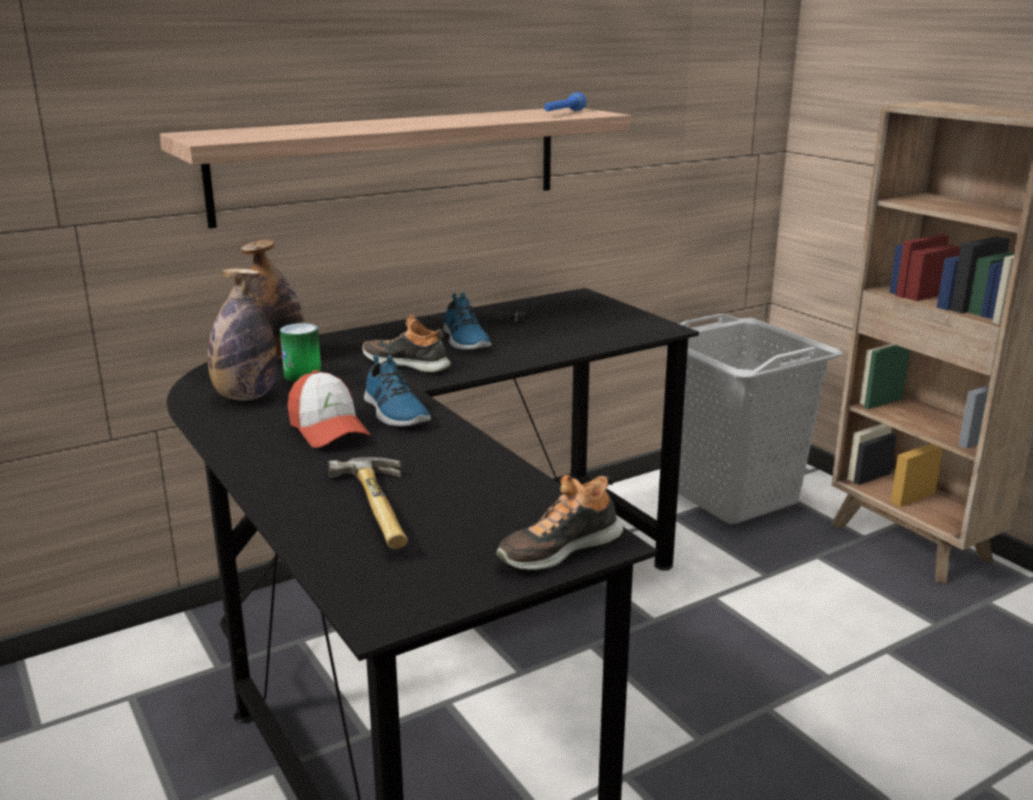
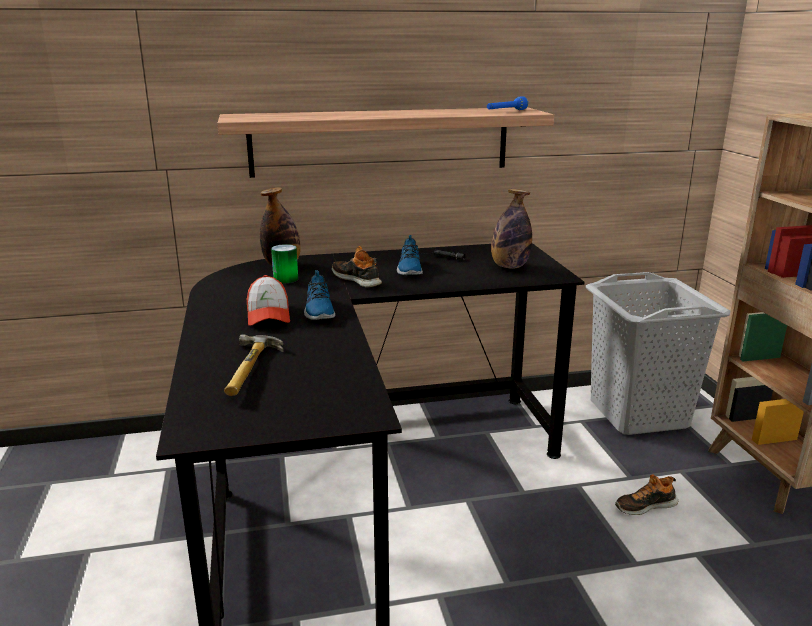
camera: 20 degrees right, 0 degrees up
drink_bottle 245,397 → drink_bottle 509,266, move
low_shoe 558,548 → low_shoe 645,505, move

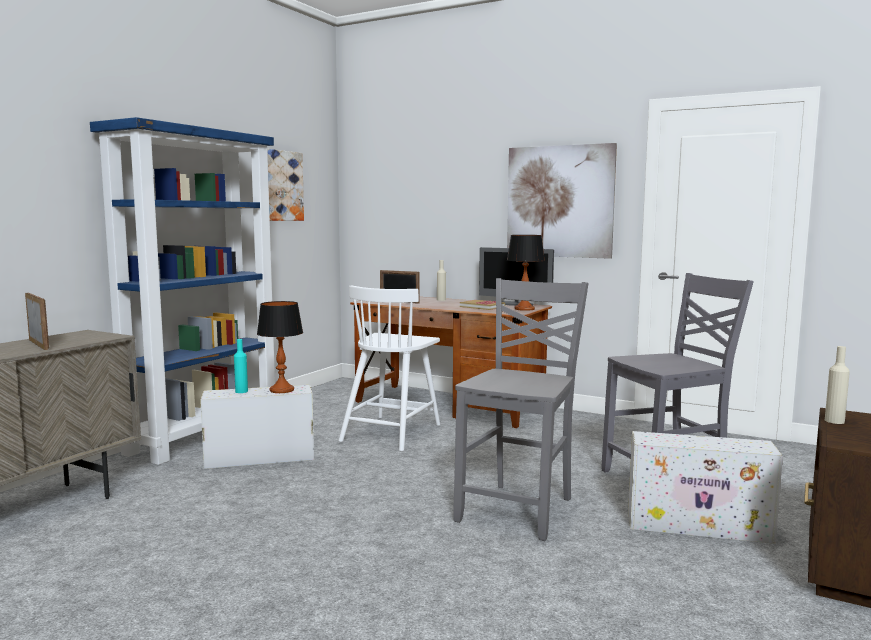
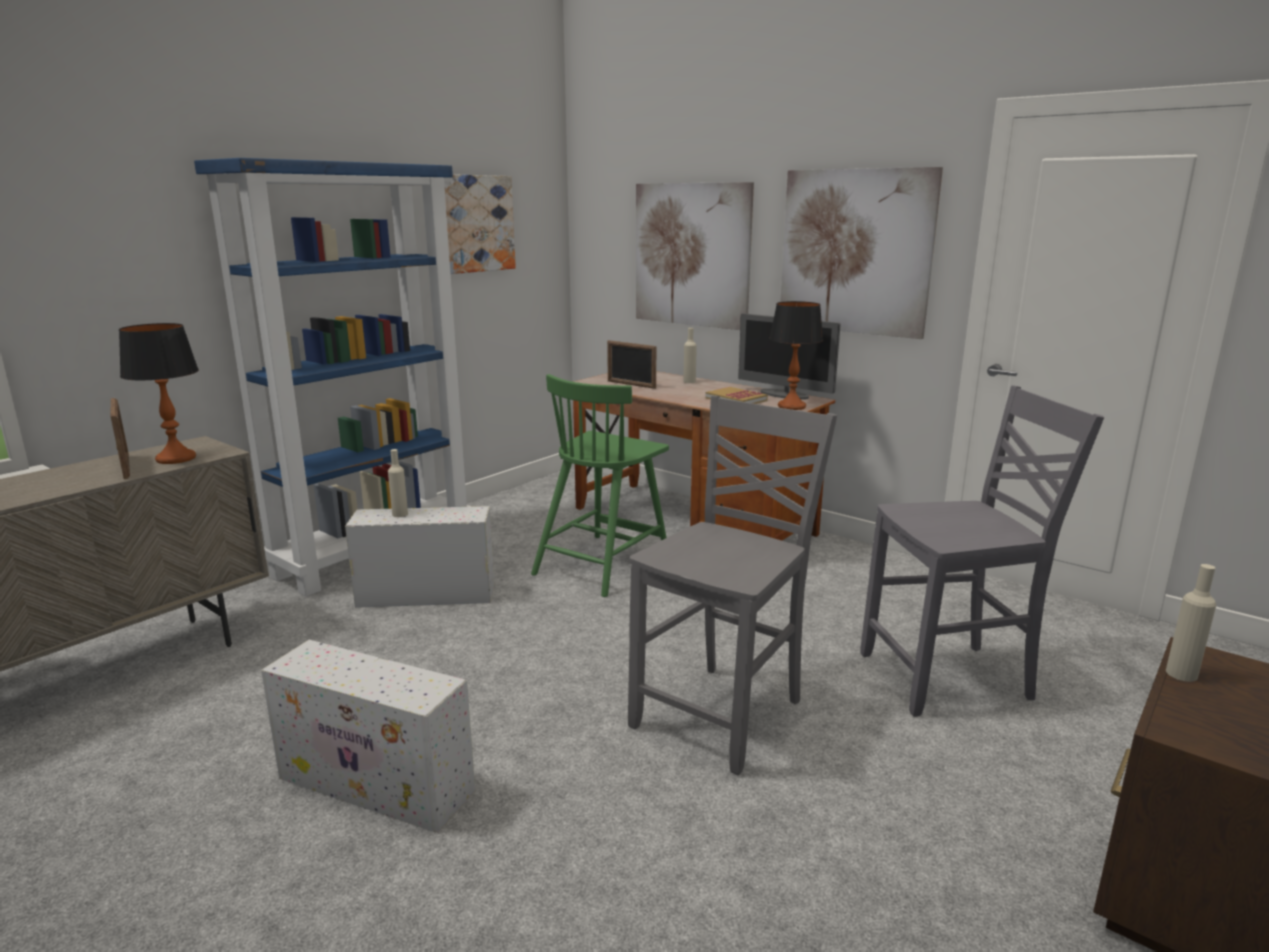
camera: 10 degrees right, 10 degrees up
turquoise-coloured_drink_bottle 241,391 → beige-coloured_drink_bottle 400,514
tabletop_lamp 281,390 → tabletop_lamp 175,458, move
white-coloured_upright_chair 391,432 → green-coloured_upright_chair 603,563
white-coloured_storage_bin 700,526 → white-coloured_storage_bin 378,785, move
- → wall_art 691,255

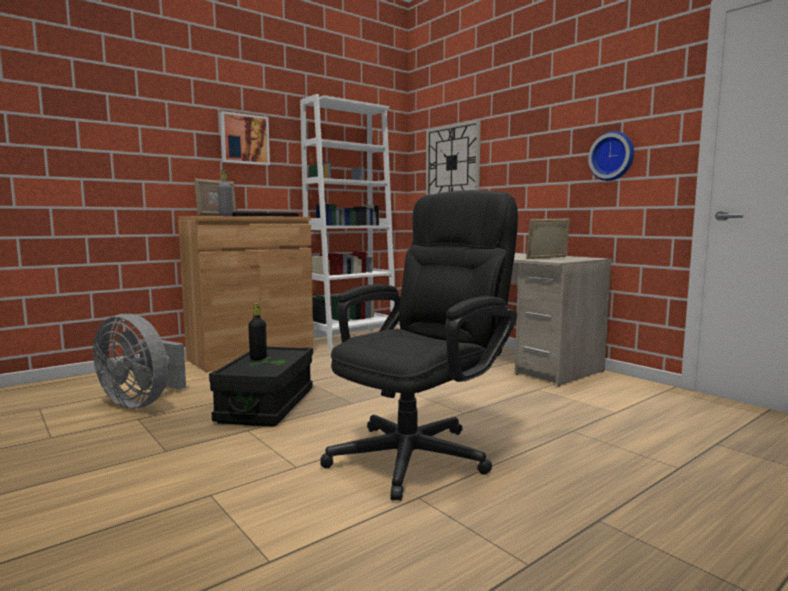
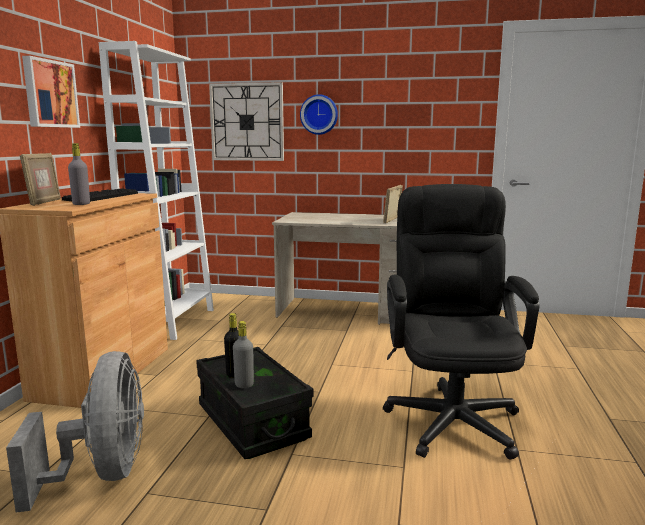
camera: 40 degrees left, 5 degrees up
grey_cooling_fan 141,402 → grey_cooling_fan 103,474, 90 degrees counterclockwise
wall_clock 612,156 → wall_clock 319,114, move
- → grey_drink_bottle 244,384

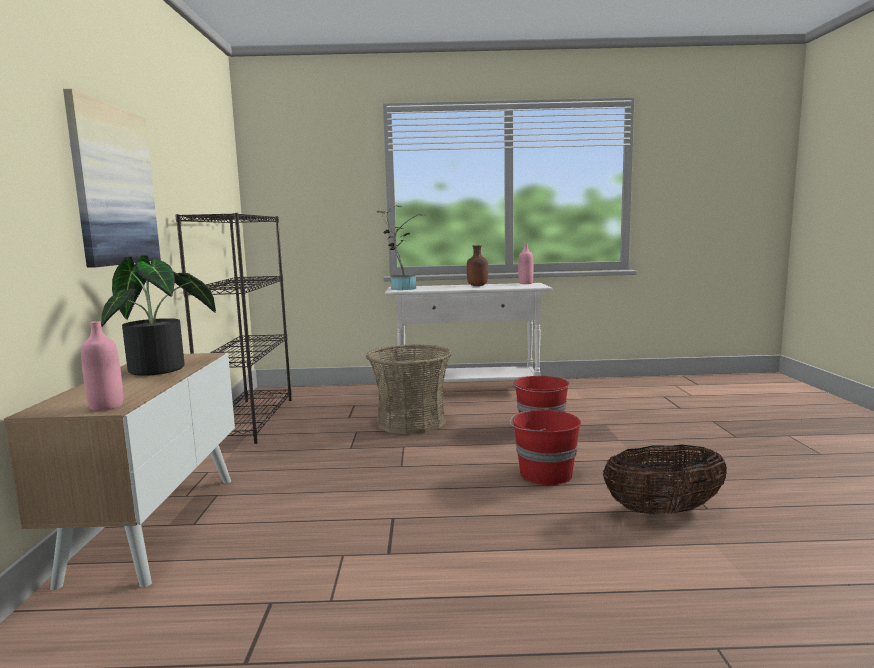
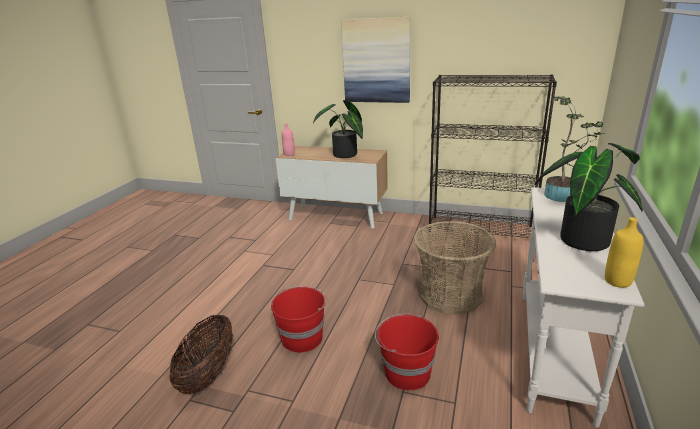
camera: 110 degrees right, 15 degrees up
brown_drink_bottle 477,286 → plant_in_a_pot 581,238
pink-coloured_drink_bottle 525,283 → yellowish_drink_bottle 617,281

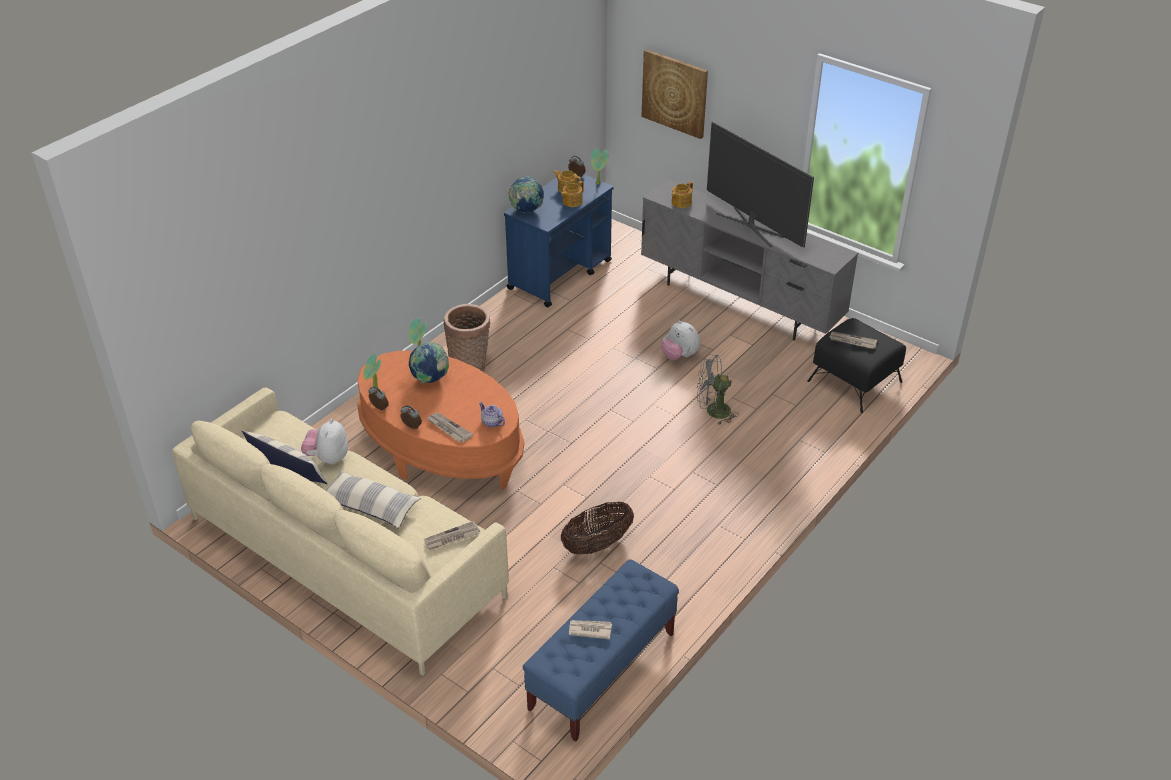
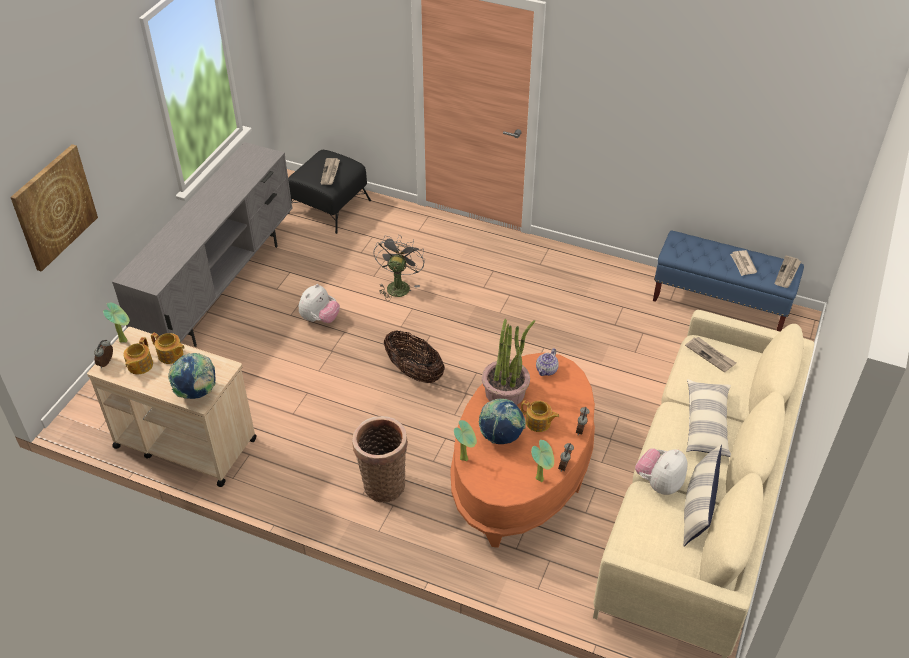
camera: 105 degrees left, 5 degrees up
cuddly_toy 328,458 → cuddly_toy 659,483, 135 degrees clockwise
printed_paper 448,428 → printed_paper 787,273, move
bluish_trolley 560,274 → beige-coloured_trolley 184,443
household_basket 597,544 → household_basket 414,372, move
pot_for_tea 681,202 → pot_for_tea 538,422, move
grey_cooling_fan 713,412 → grey_cooling_fan 398,285, 150 degrees counterclockwise
TV_set 752,226 → -
- → plant_in_a_pot 505,392

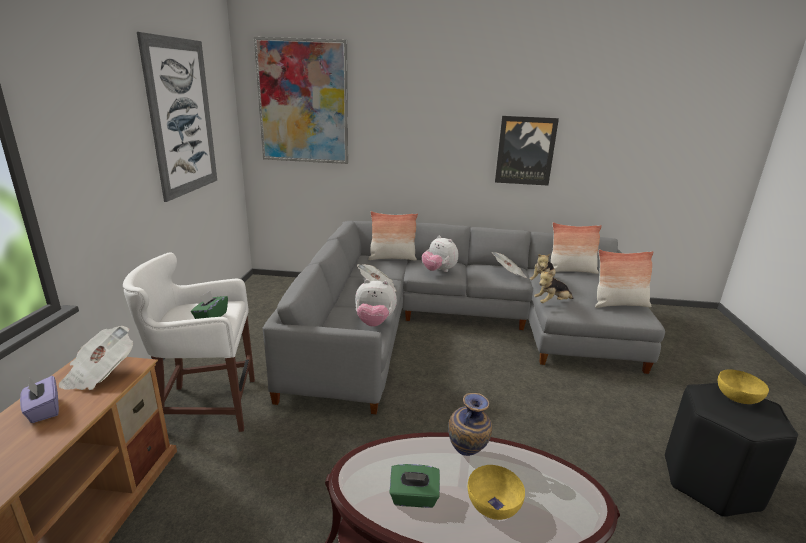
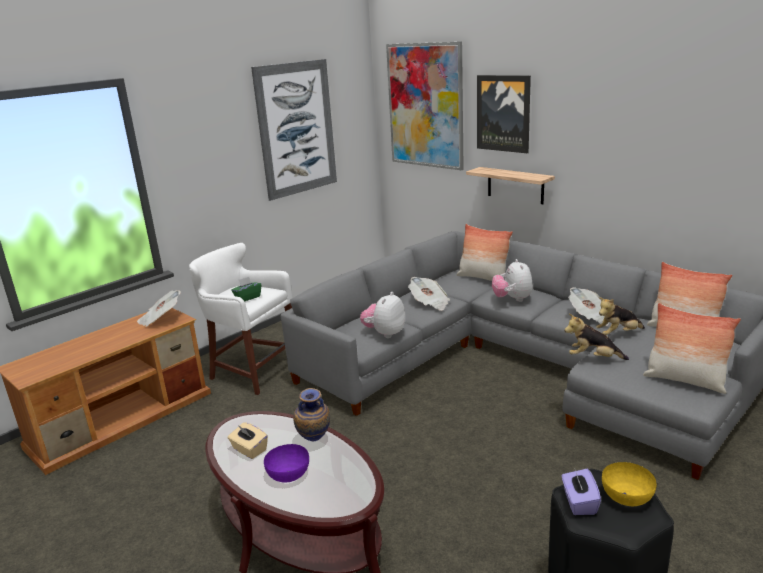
camera: 40 degrees right, 0 degrees up
purplish_box_of_tissues 43,410 → purplish_box_of_tissues 579,502, move
cuddly_toy 374,323 → cuddly_toy 384,333, 75 degrees clockwise
green-coloured_box_of_tissues 413,498 → beige-coloured_box_of_tissues 249,450
yellowish_deep_dish 492,504 → purplish_deep_dish 288,474
wall_art 525,151 → wall_art 503,113, move
- → wall_shelf 515,185

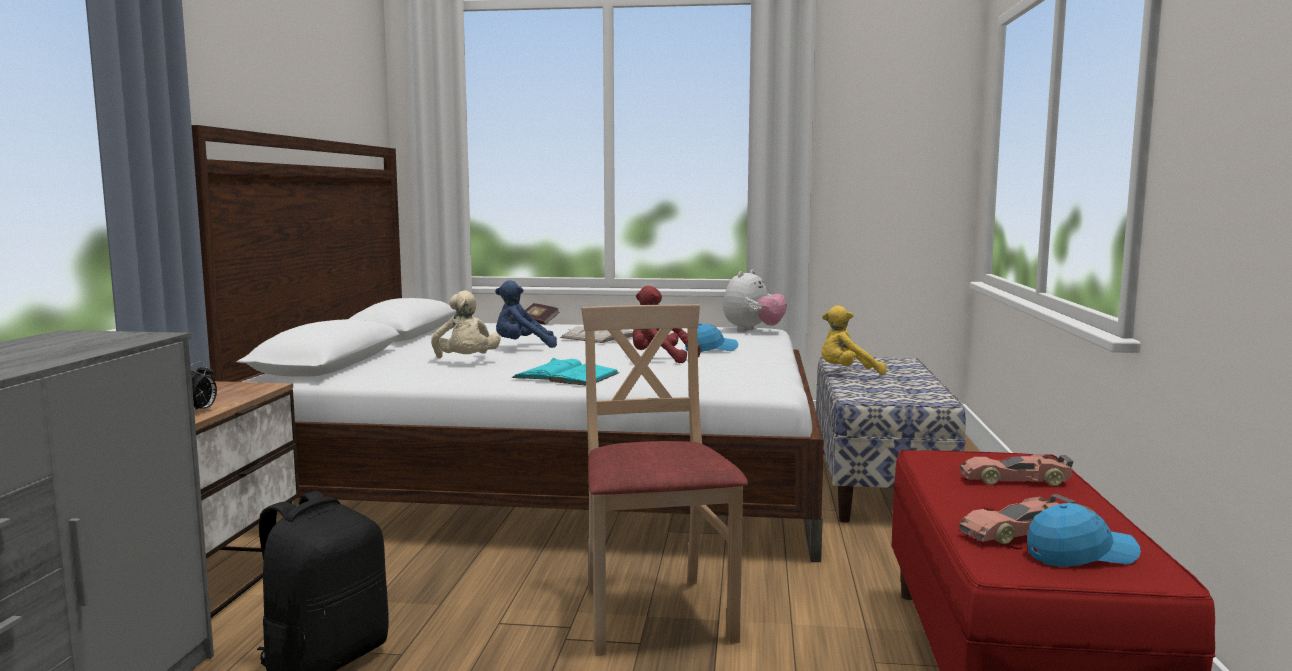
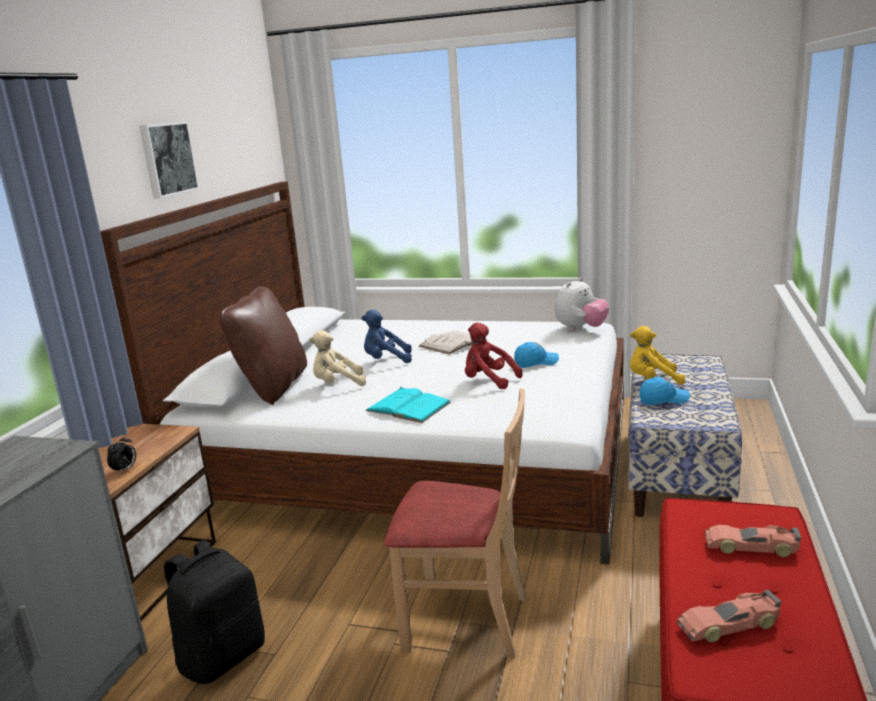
camera: 10 degrees right, 10 degrees up
beige-coloured_cuddly_toy 466,362 → beige-coloured_cuddly_toy 337,384, 90 degrees clockwise
volume 539,322 → -
beige-coloured_upright_chair 655,615 → beige-coloured_upright_chair 466,620, 105 degrees clockwise
bluish_peaked_cap 1080,555 → bluish_peaked_cap 663,399, move
- → wall_art 167,159
- → brown_pillow 273,387

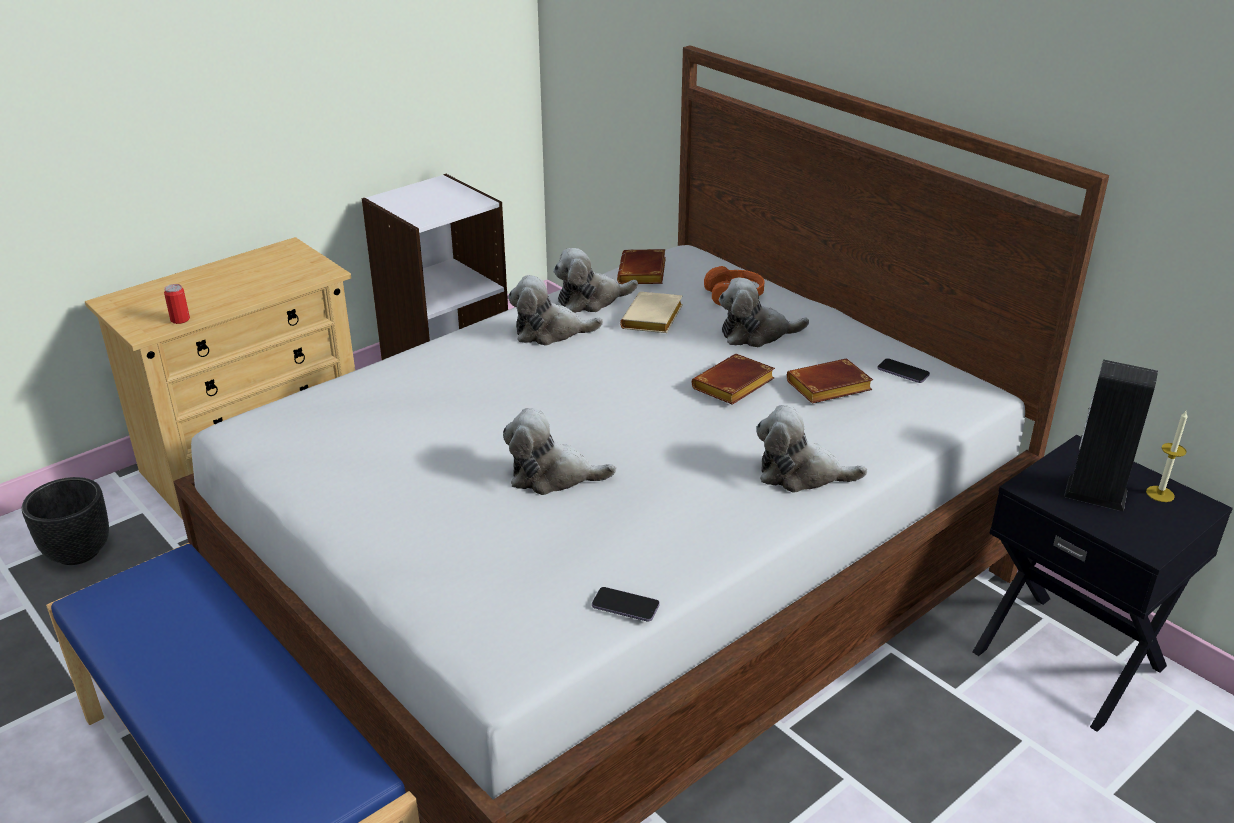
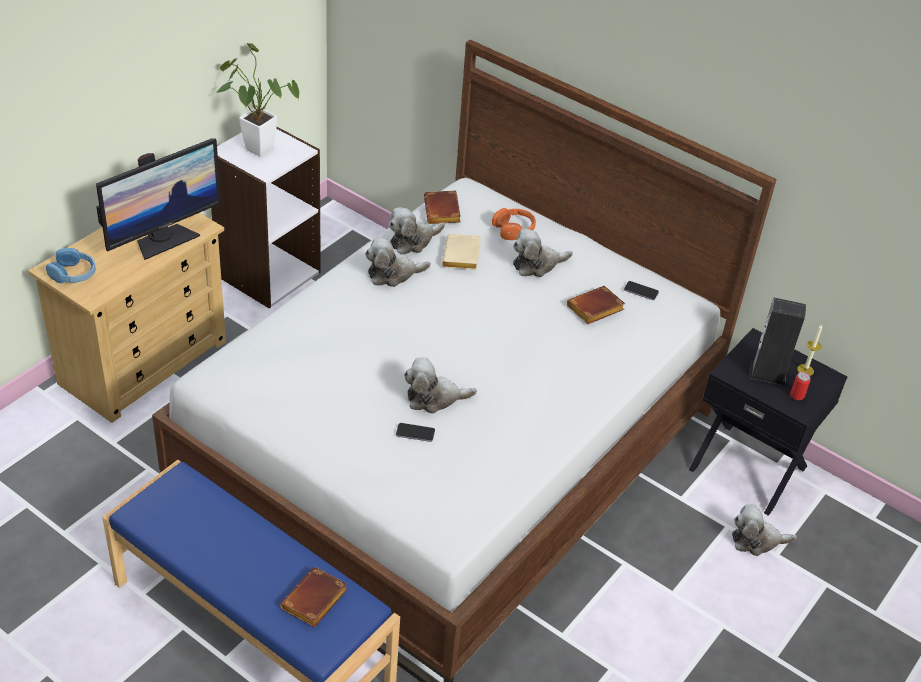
camera: 15 degrees left, 10 degrees up
black-coloured_flower_pot 78,553 → -
can 180,319 → can 797,395, move
phone 625,606 → phone 415,433, move
brown_volume 733,387 → brown_volume 314,602, move
cuddly_toy 801,474 → cuddly_toy 756,540, move
- → bluish_headphones 73,274
- → computer_display 163,239
- → plant_in_a_pot 255,147

